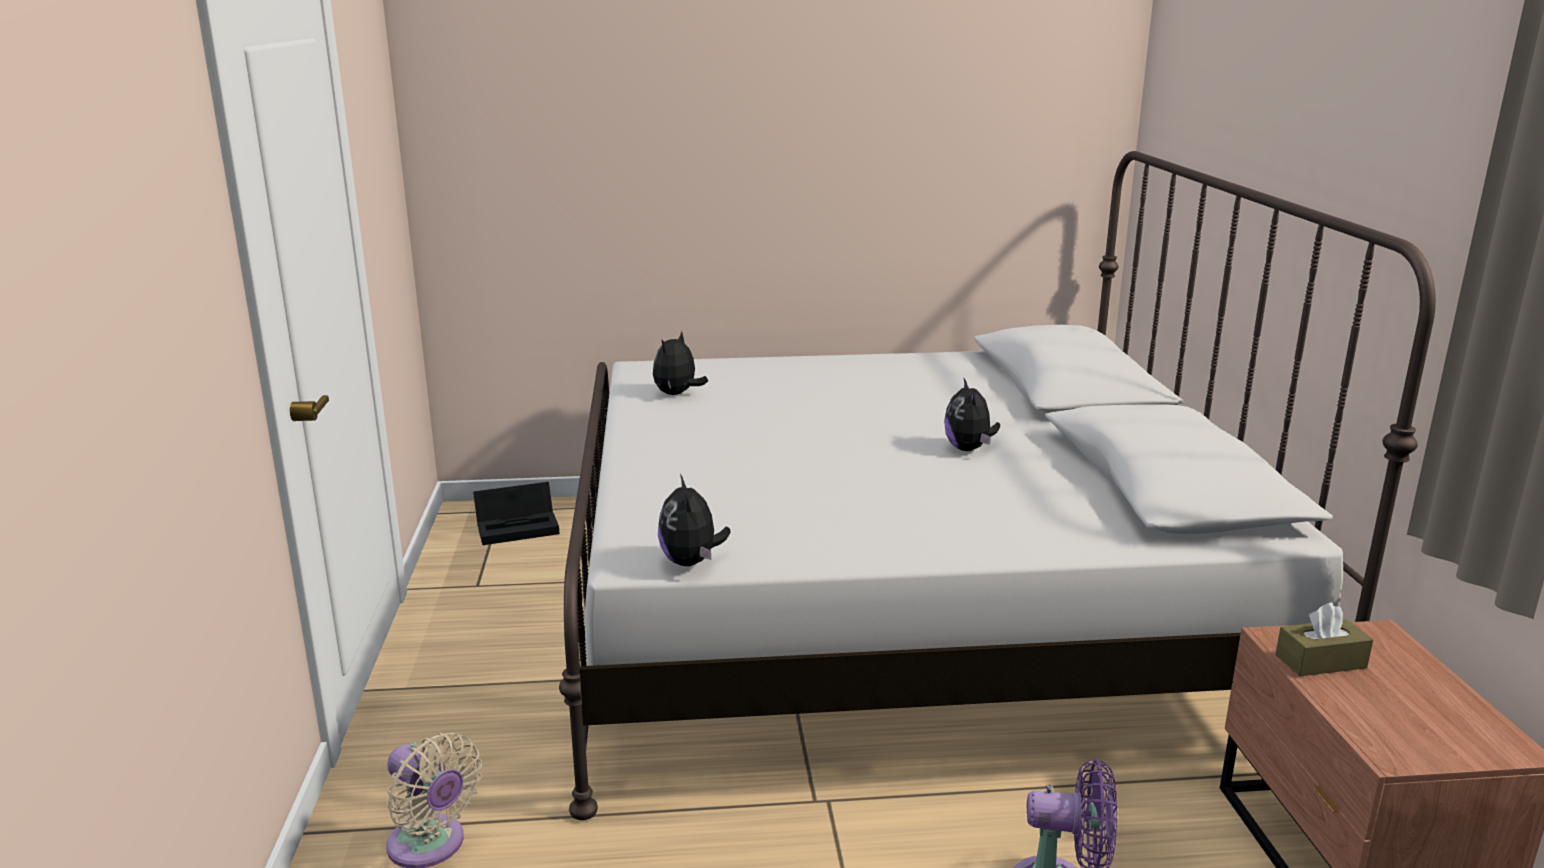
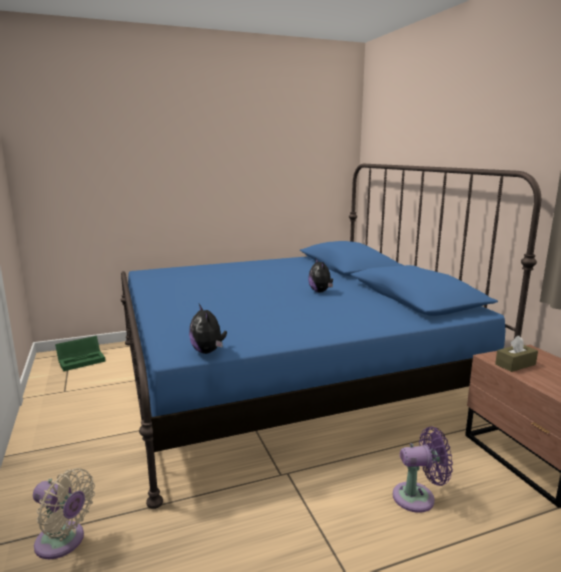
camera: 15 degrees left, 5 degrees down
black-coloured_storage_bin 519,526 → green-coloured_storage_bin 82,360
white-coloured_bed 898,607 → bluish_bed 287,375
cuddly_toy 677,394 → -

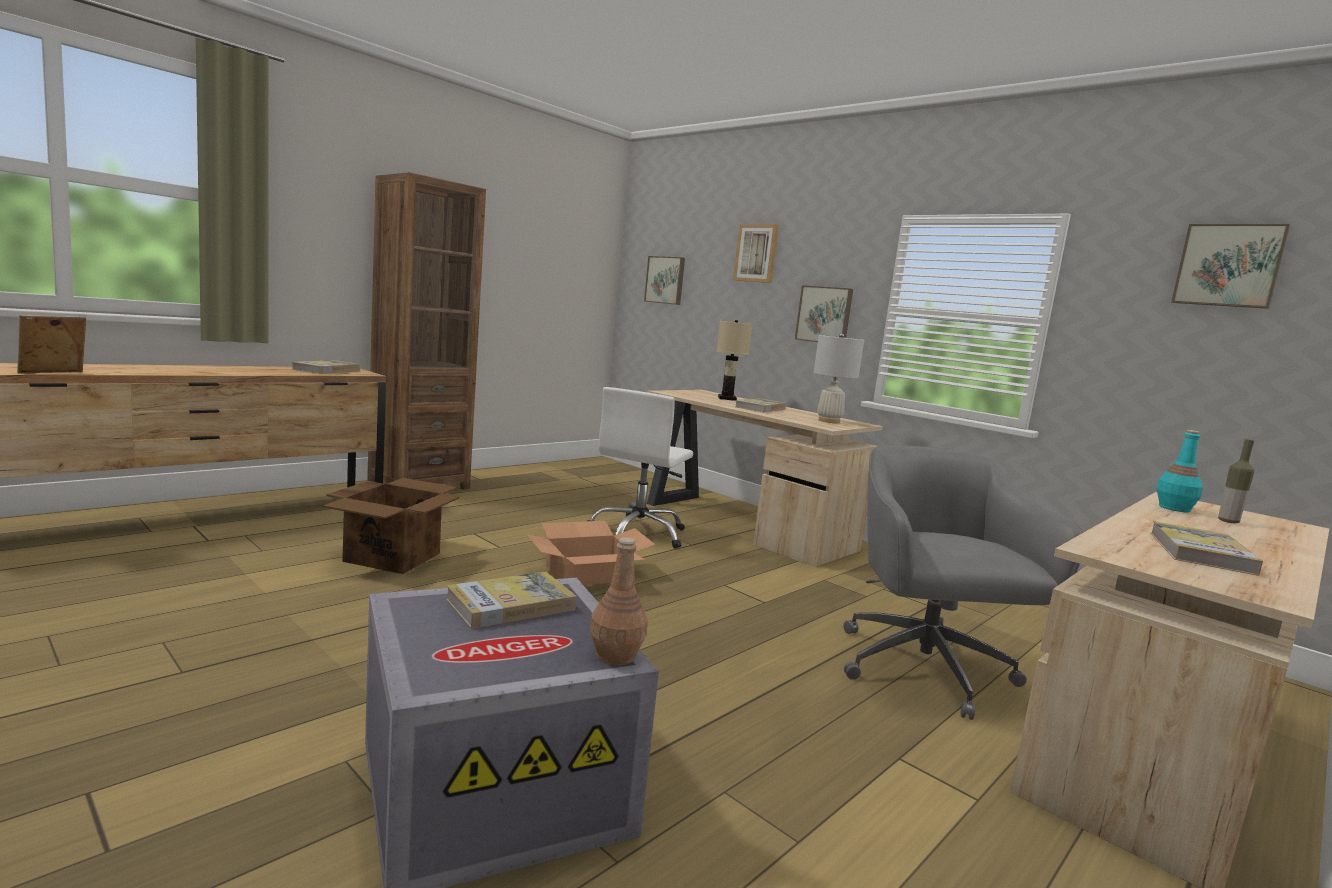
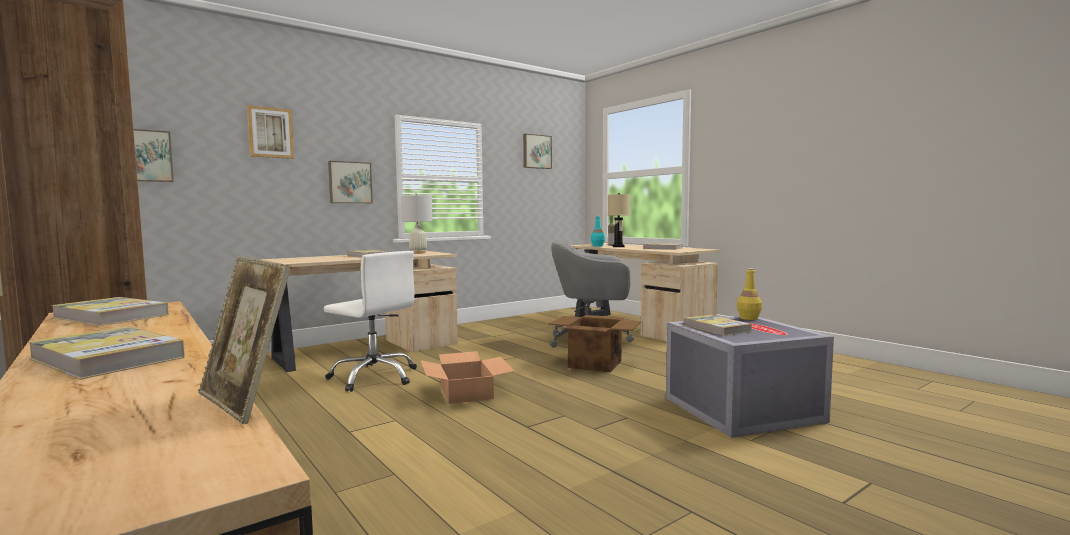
camera: 80 degrees left, 5 degrees down
carton 393,557 → carton 594,364, move
brown_drink_bottle 615,655 → yellowish_drink_bottle 748,318
beige-coloured_tabletop_lamp 726,398 → beige-coloured_tabletop_lamp 618,246, move
- → volume 107,358

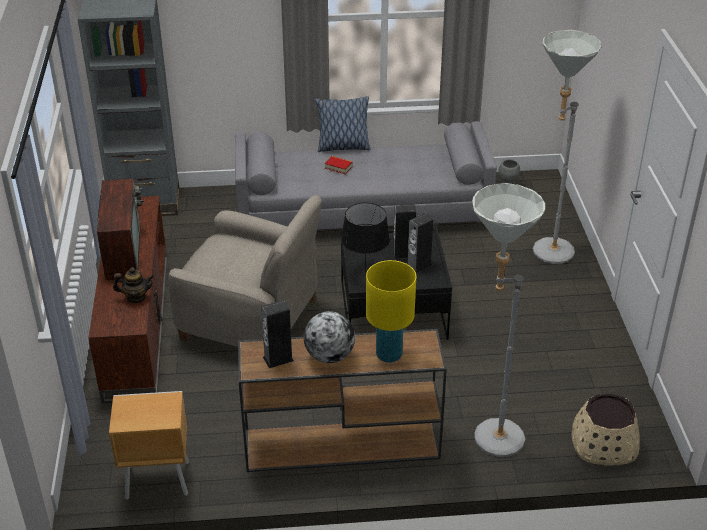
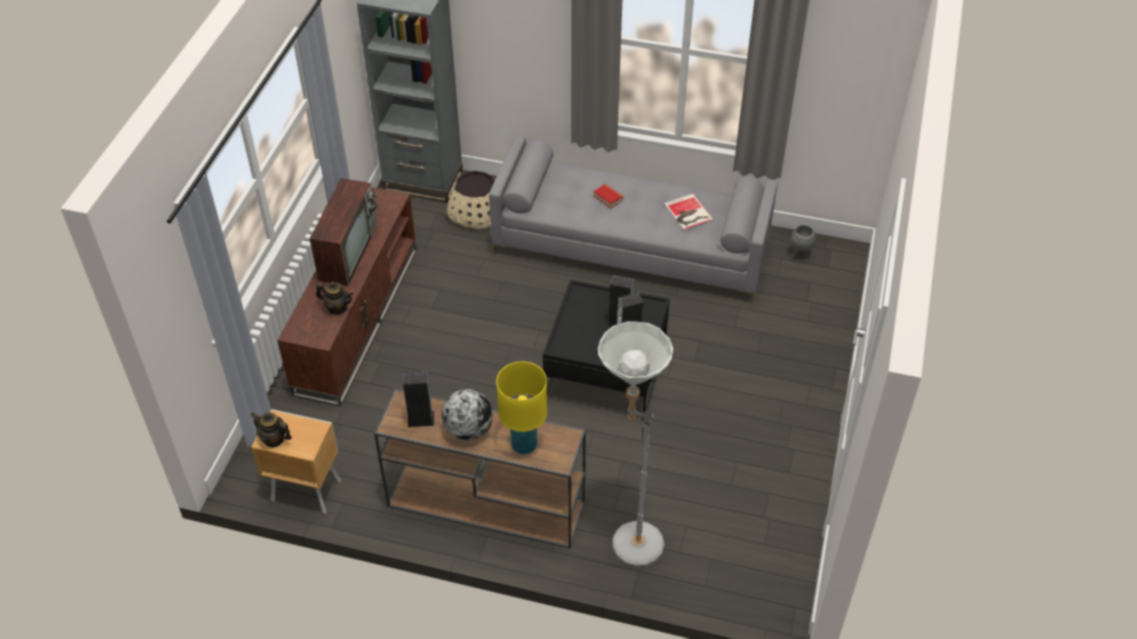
camera: 20 degrees right, 10 degrees up
beige-coloured_easy_chair 251,320 → -
pillow 342,147 → -
black-coloured_tabletop_lamp 365,273 → -
grey_floor_lamp 546,254 → -
beige-coloured_flower_pot 603,444 → beige-coloured_flower_pot 477,213, move
- → pot_for_tea 274,439
- → volume 688,213

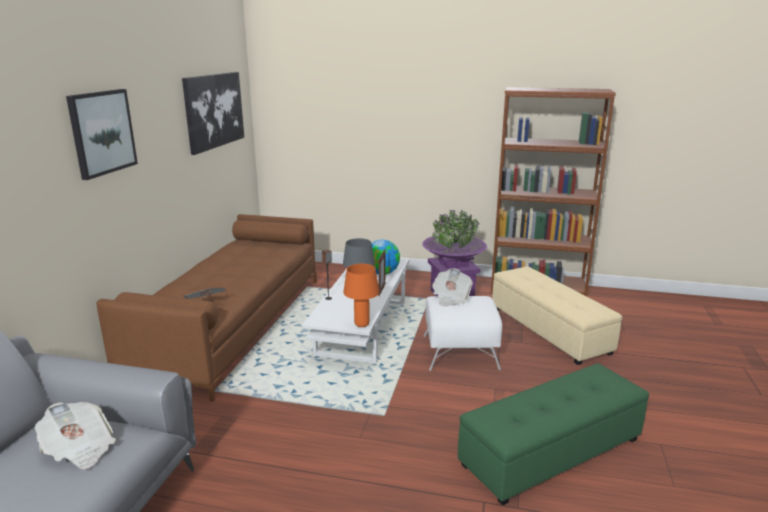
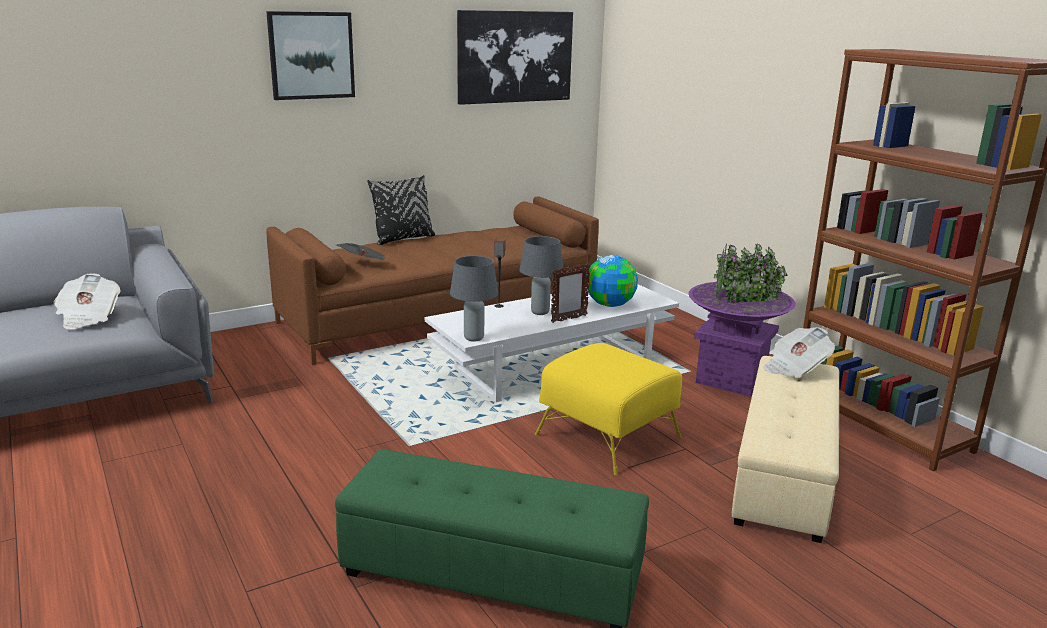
camera: 45 degrees right, 0 degrees up
orange_tabletop_lamp 361,324 → grey_tabletop_lamp 473,338
white-coloured_footrest 460,352 → yellowish_footrest 608,436
printed_paper 450,298 → printed_paper 794,368, move
- → black-coloured_pillow 403,239

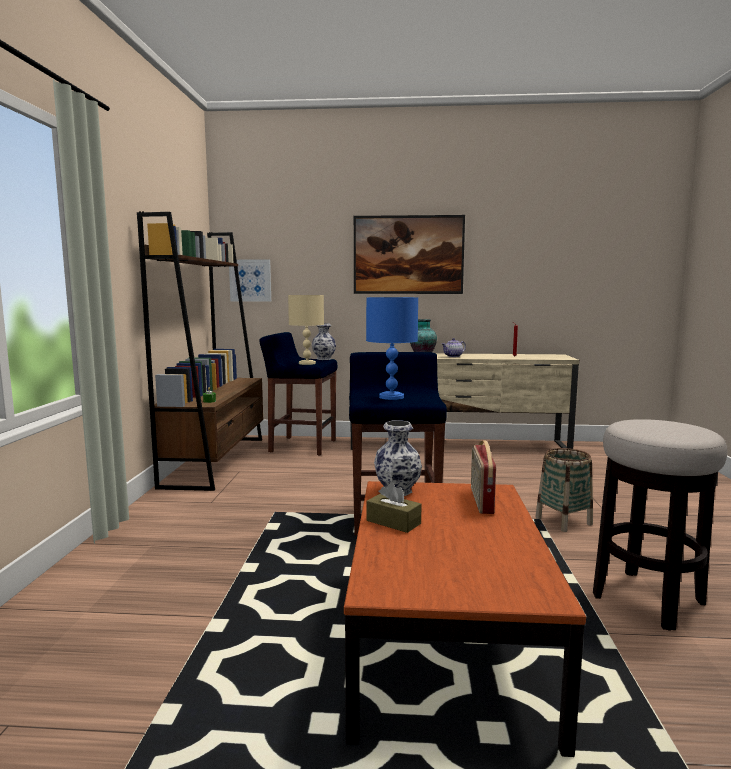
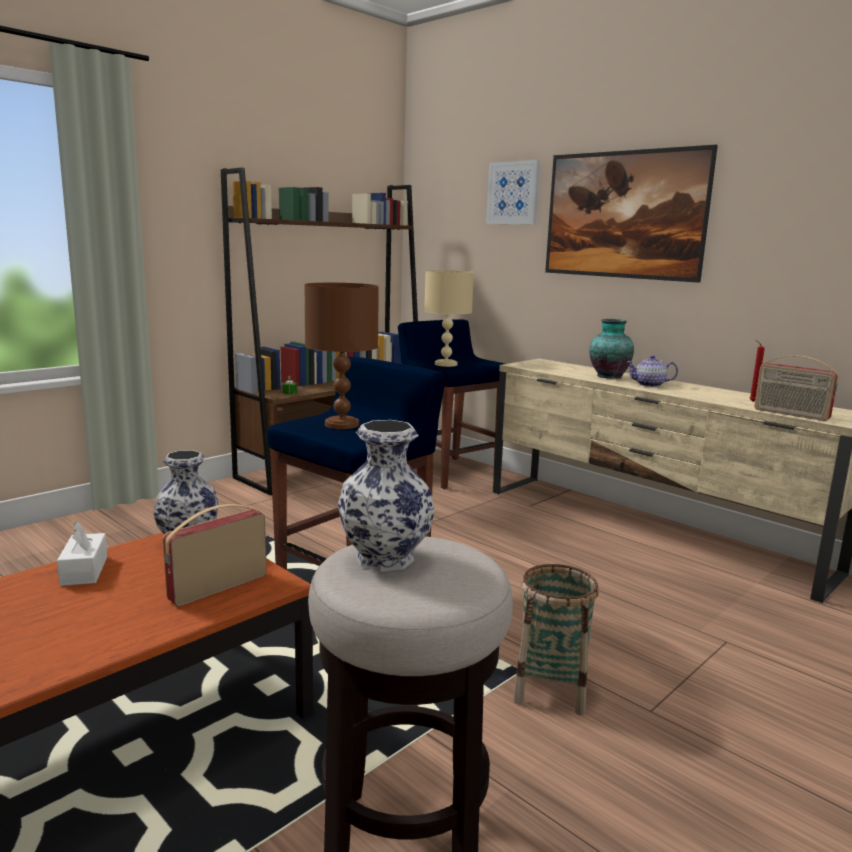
camera: 40 degrees right, 5 degrees up
wall_art 250,280 → wall_art 513,193, move
vase 323,359 → vase 385,557, move
bluish_tabletop_lamp 391,397 → brown_tabletop_lamp 341,424
brown_box_of_tissues 393,522 → white-coloured_box_of_tissues 84,570
- → radio_receiver 790,414

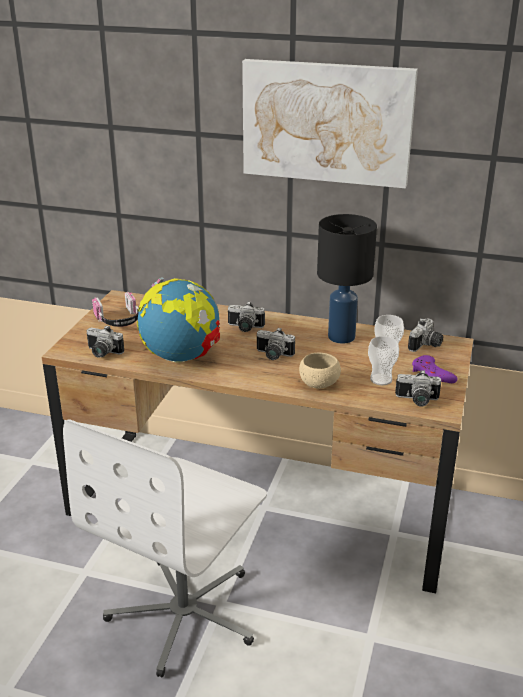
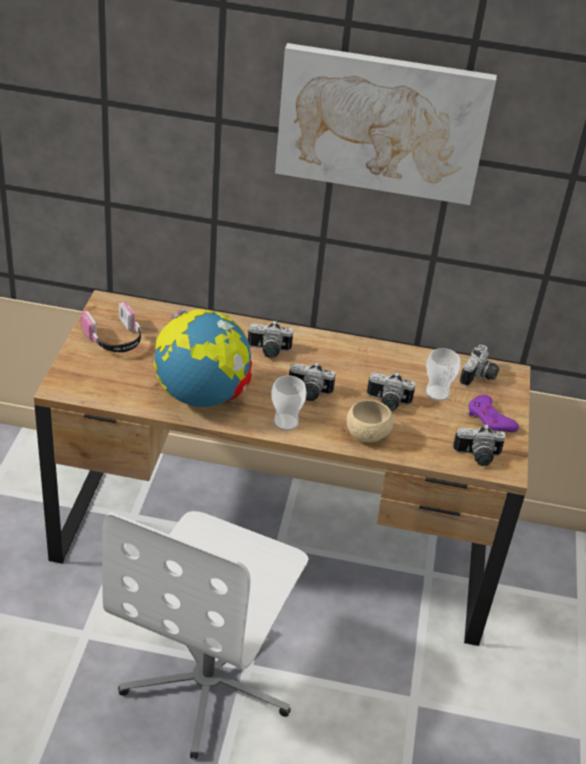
camera: 10 degrees left, 10 degrees up
still_camera 102,353 → still_camera 387,403, move
black-coloured_tabletop_lamp 341,336 → -
drinking_cup 381,379 → drinking_cup 285,422, move

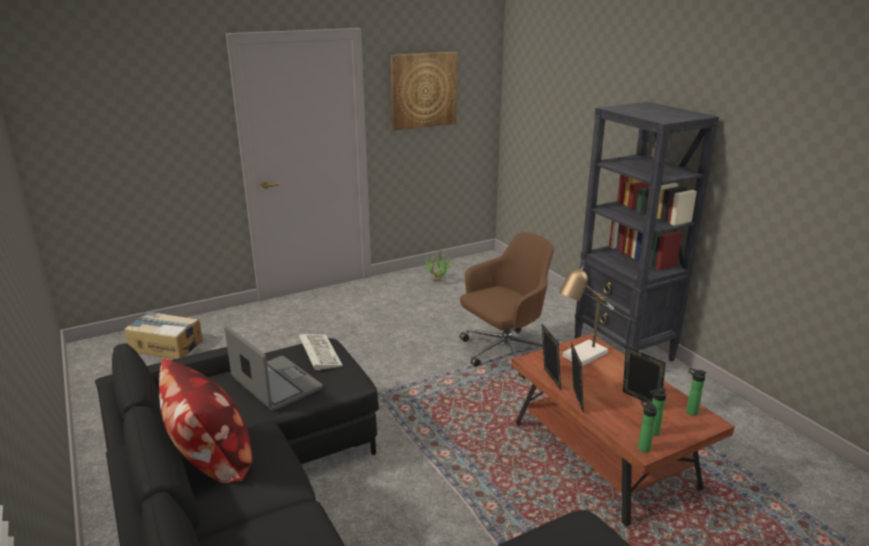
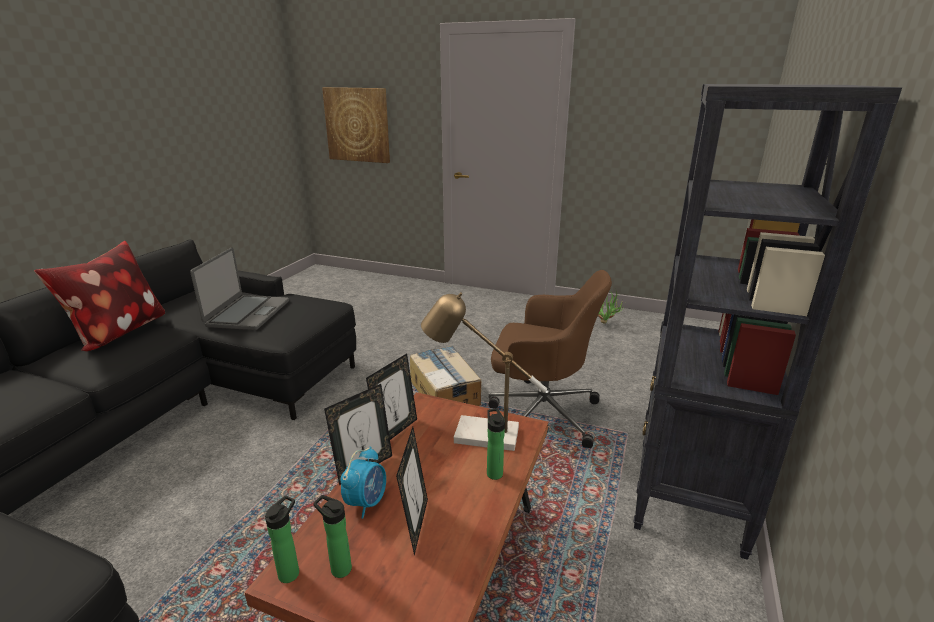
camera: 50 degrees right, 0 degrees up
carton 166,345 → carton 444,392, move
keyboard 319,353 → -
wall_art 423,90 → wall_art 357,125, move
drink_bottle 689,411 → drink_bottle 494,472, move
- → bedside_clock 366,502

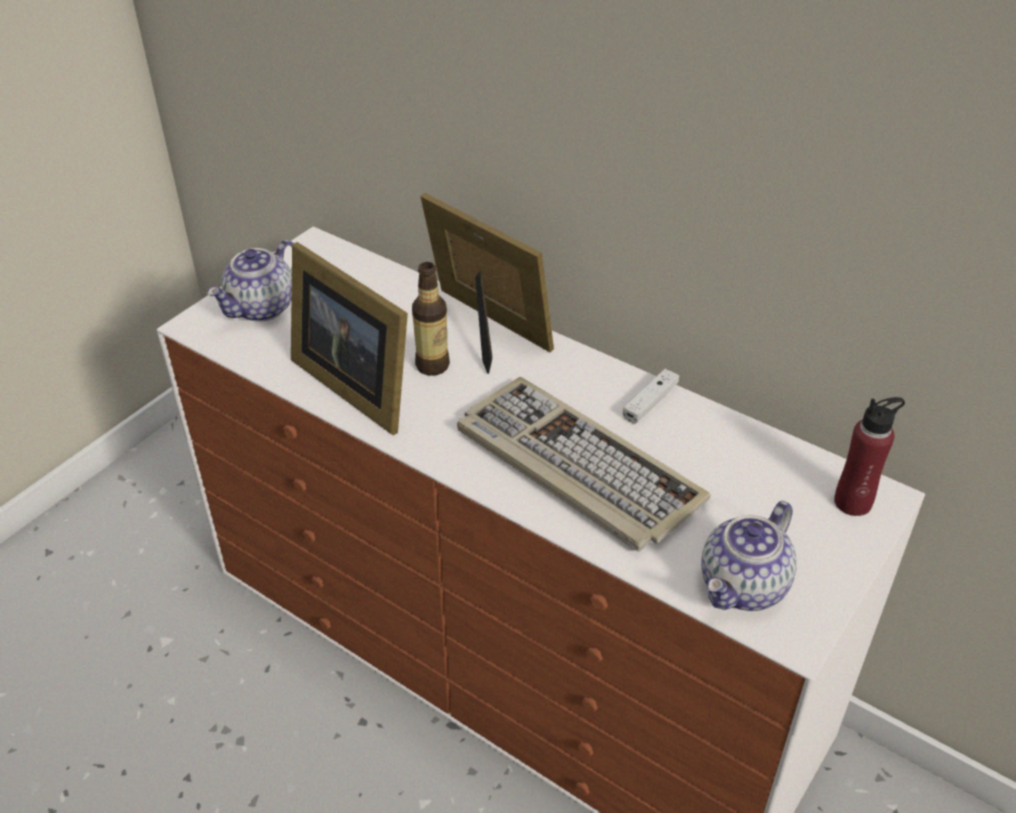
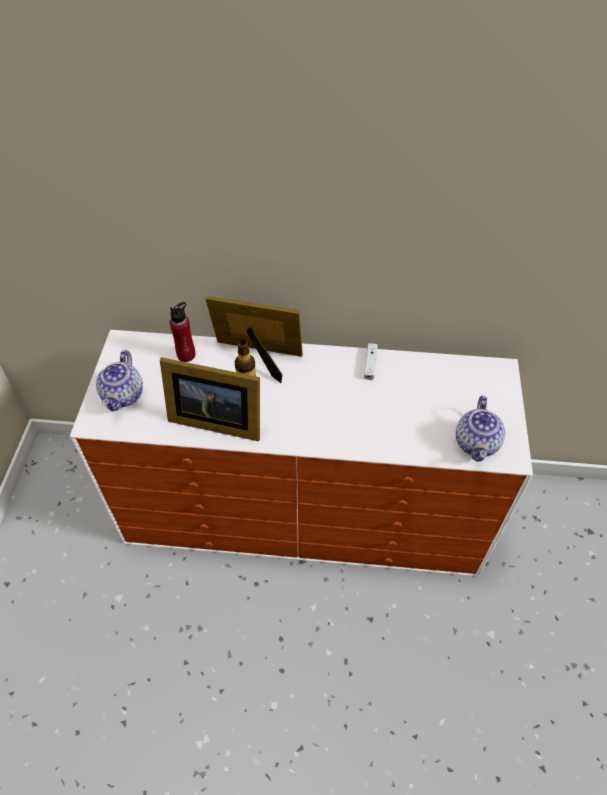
camera: 30 degrees left, 10 degrees up
keyboard 574,467 → -
reddish_drink_bottle 853,502 → reddish_drink_bottle 186,355, move

